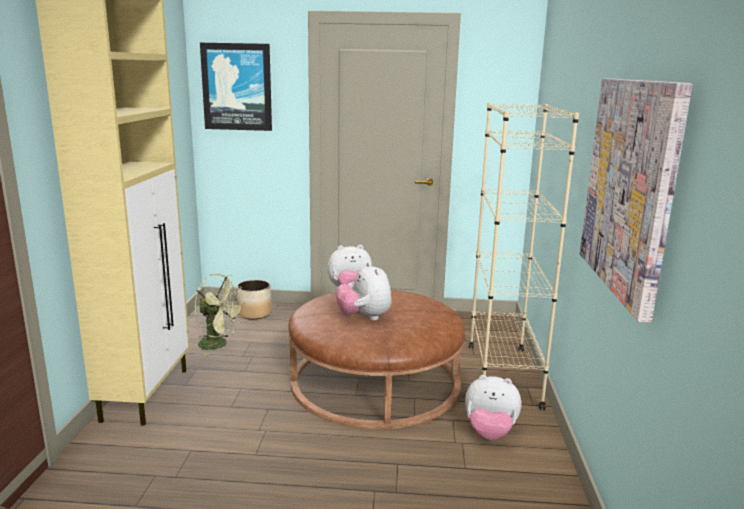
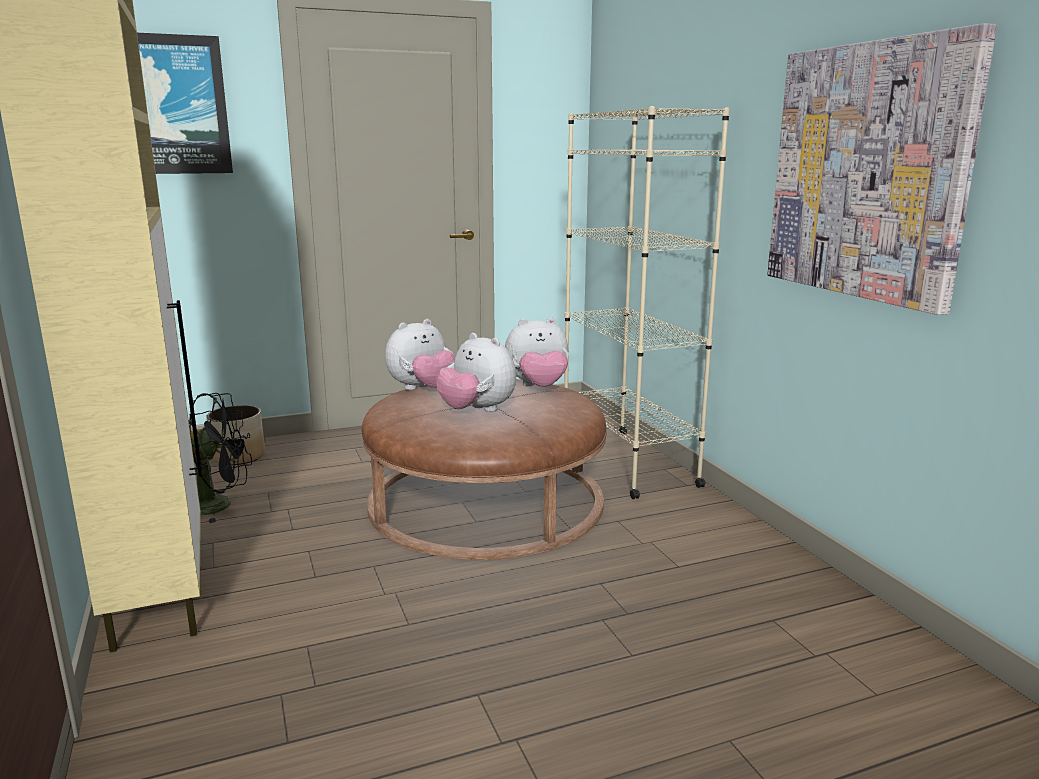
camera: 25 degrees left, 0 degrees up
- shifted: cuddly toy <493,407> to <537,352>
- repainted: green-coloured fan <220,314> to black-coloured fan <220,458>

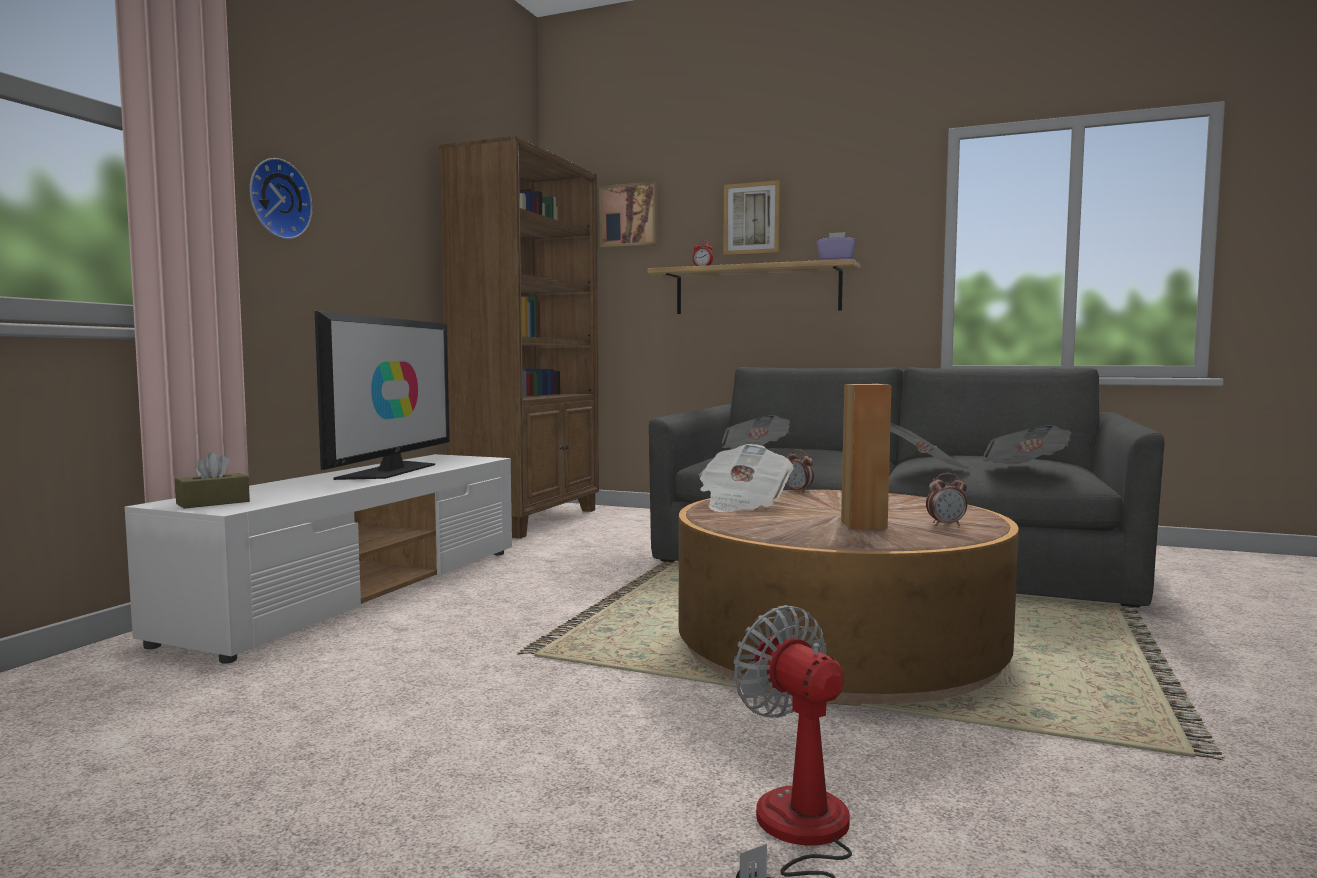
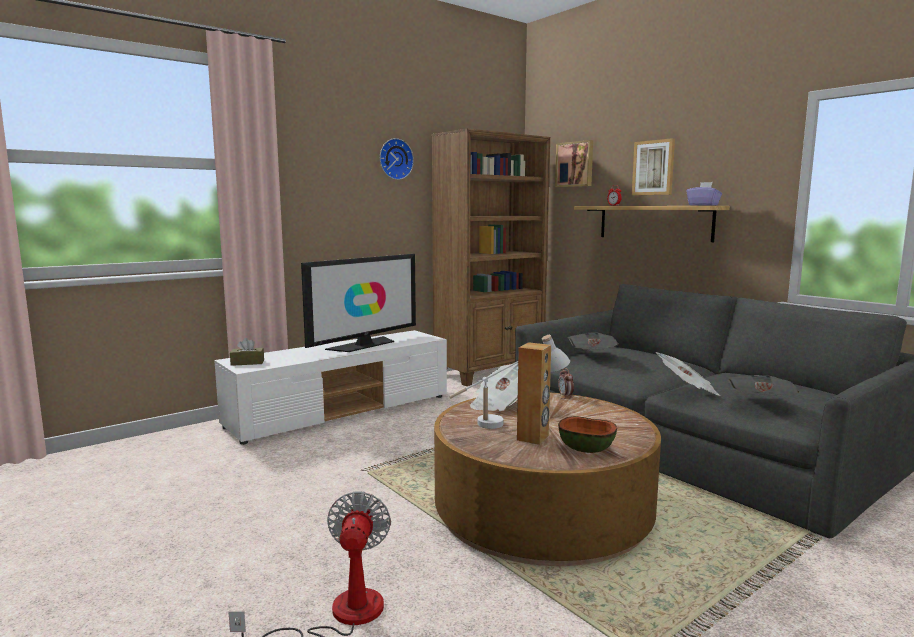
camera: 30 degrees right, 5 degrees up
- new: white tabletop lamp <509,382>
- shifted: hanging clock <281,198> to <397,159>
- swapped: alarm clock <946,499> to serving bowl <587,434>

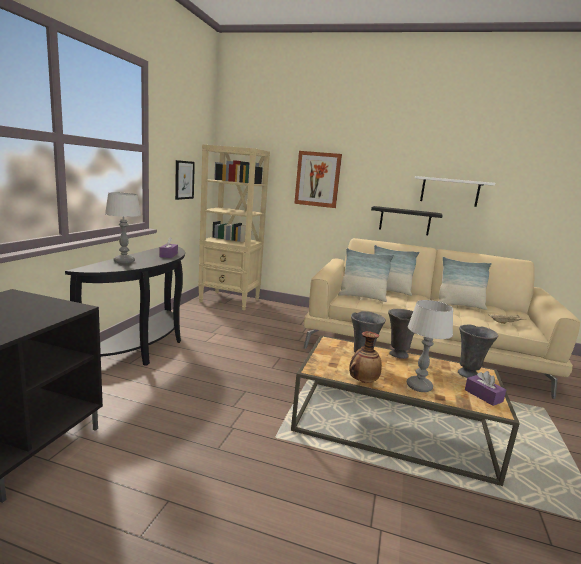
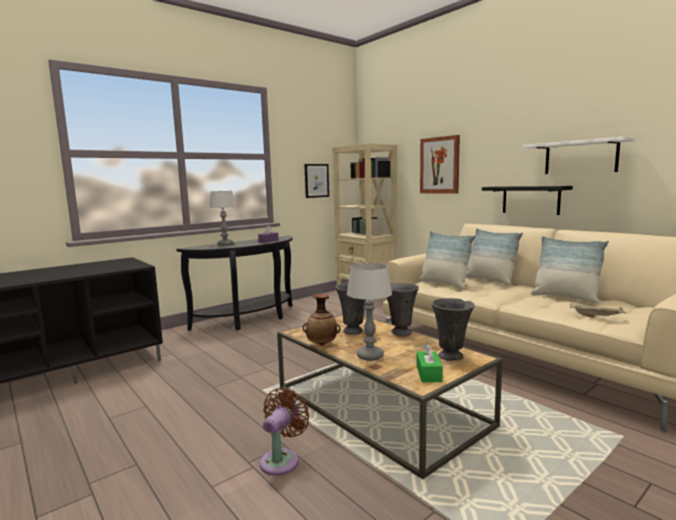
camera: 35 degrees right, 5 degrees down
- new: brown fan <285,432>
- repainted: purple tissue box <485,388> to green-coloured tissue box <429,362>

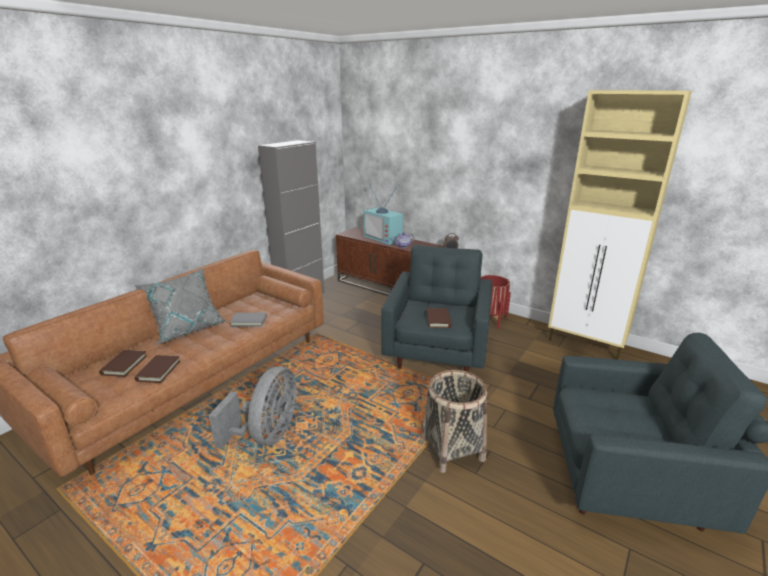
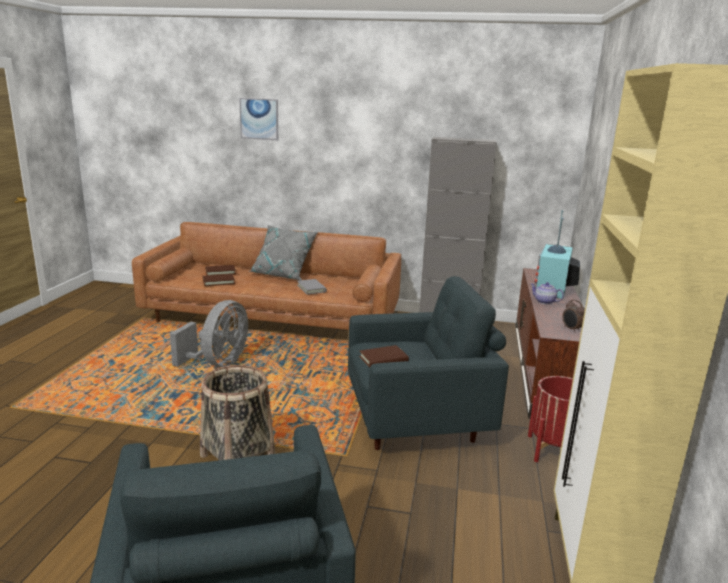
camera: 65 degrees right, 5 degrees down
- new: wall art <258,119>
- rotated: greyish fan <252,407> = <209,333> 60 degrees counterclockwise

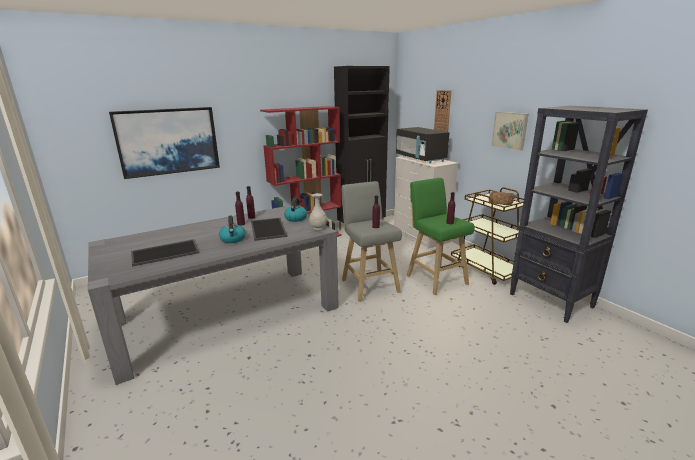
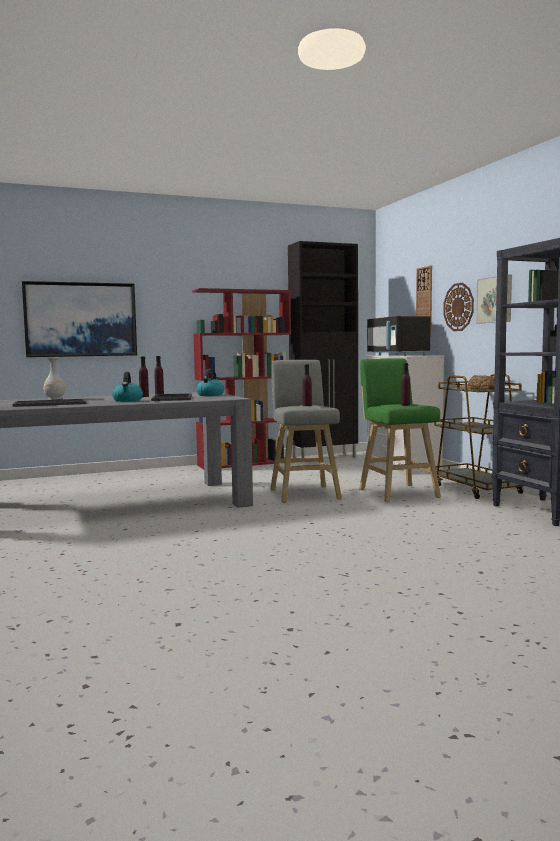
camera: 10 degrees right, 15 degrees down
- new: hanging clock <458,307>
- shifted: white vase <318,211> to <55,379>

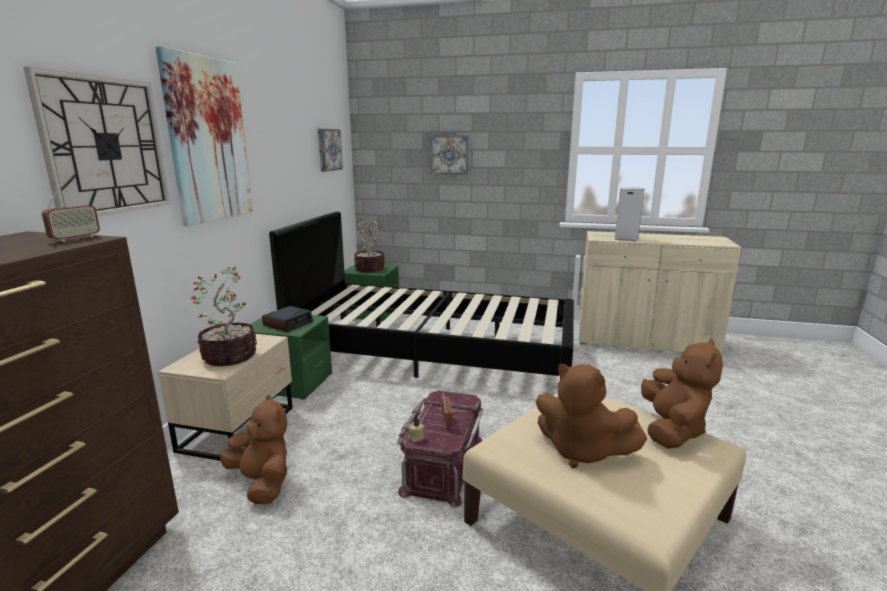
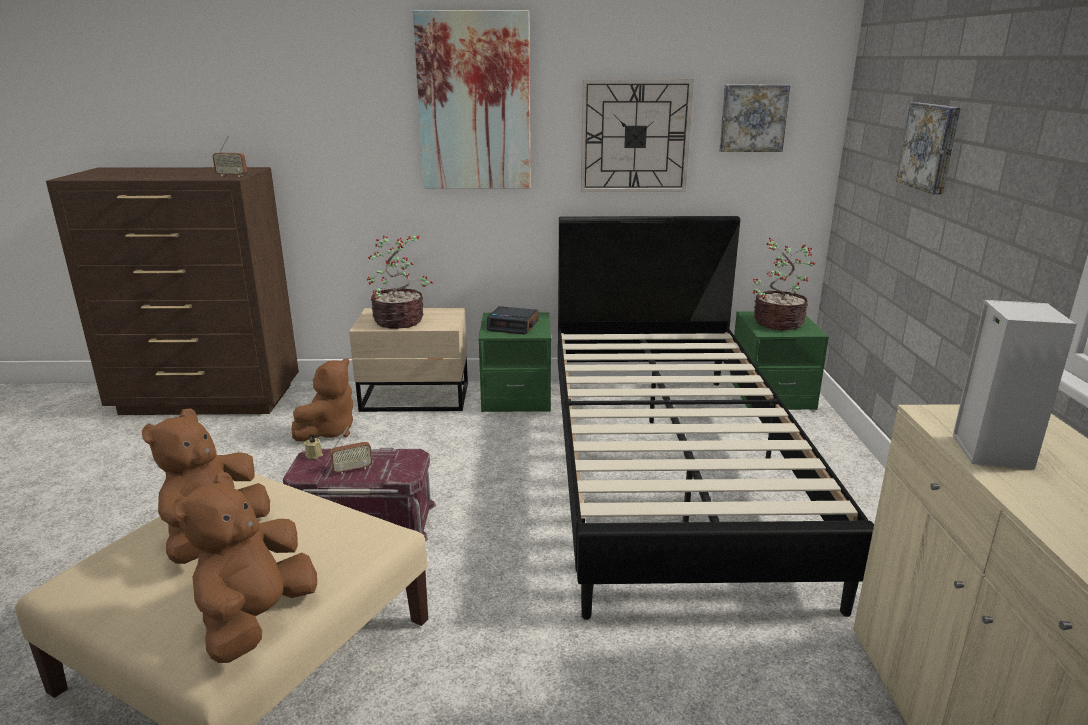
camera: 75 degrees right, 5 degrees up
- shifted: hanging clock <96,141> to <637,135>
- rotated: brown cuddly toy <682,394> = <244,567> 105 degrees clockwise

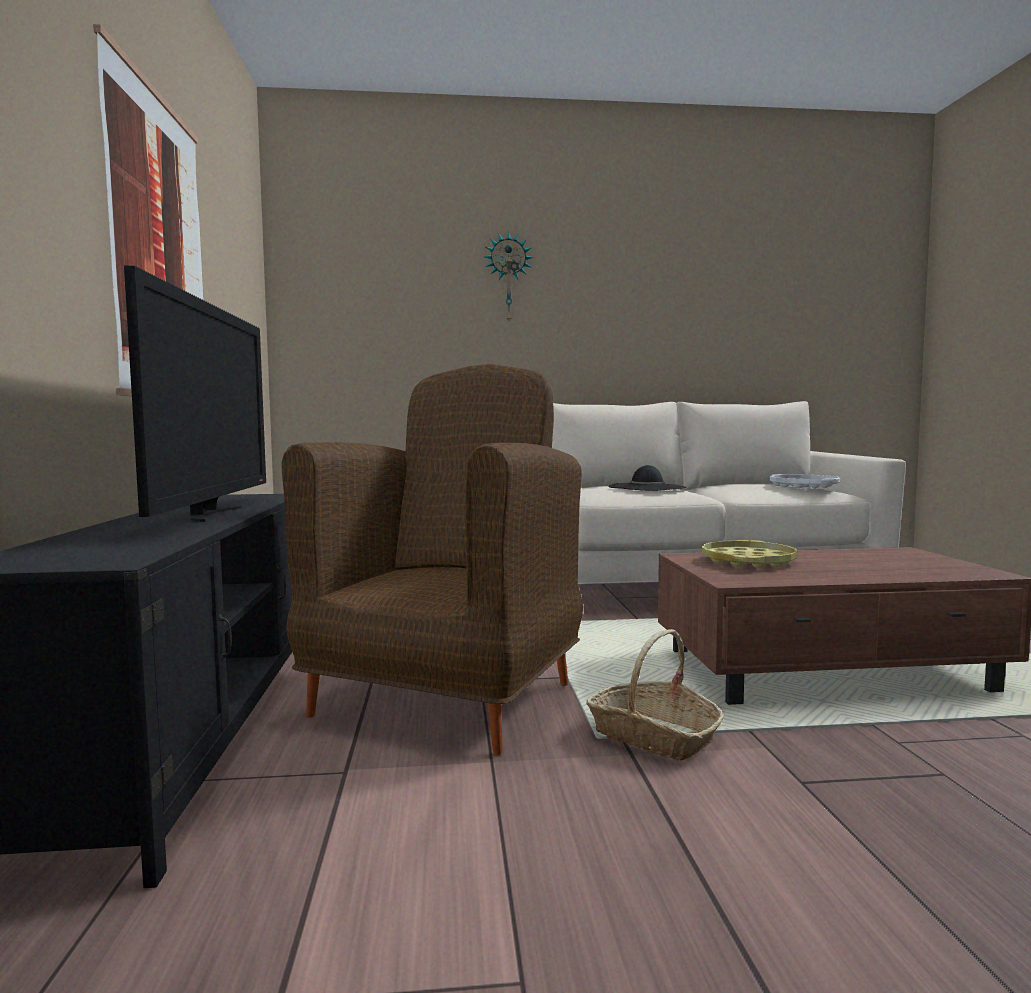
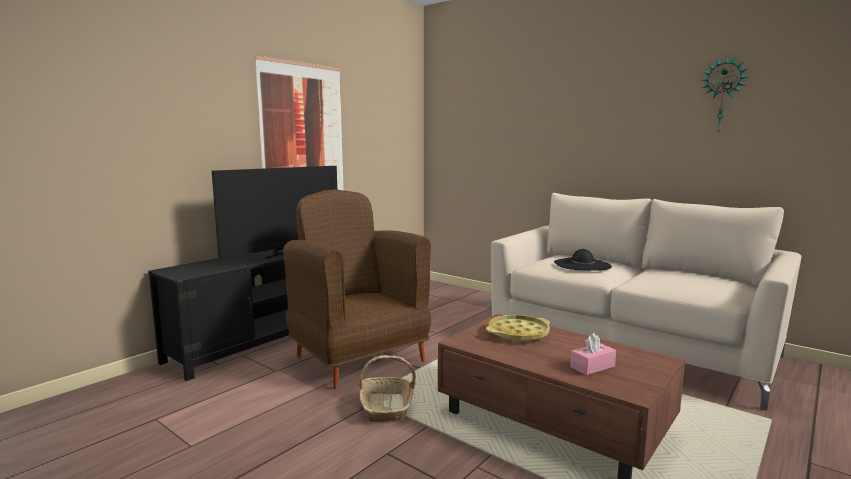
camera: 45 degrees right, 5 degrees up
- gone: white serving tray <805,481>
- new: pink tissue box <593,354>
- shifted: hanging clock <509,277> to <724,96>
- rotated: brown lounge chair <432,559> = <357,289> 105 degrees counterclockwise

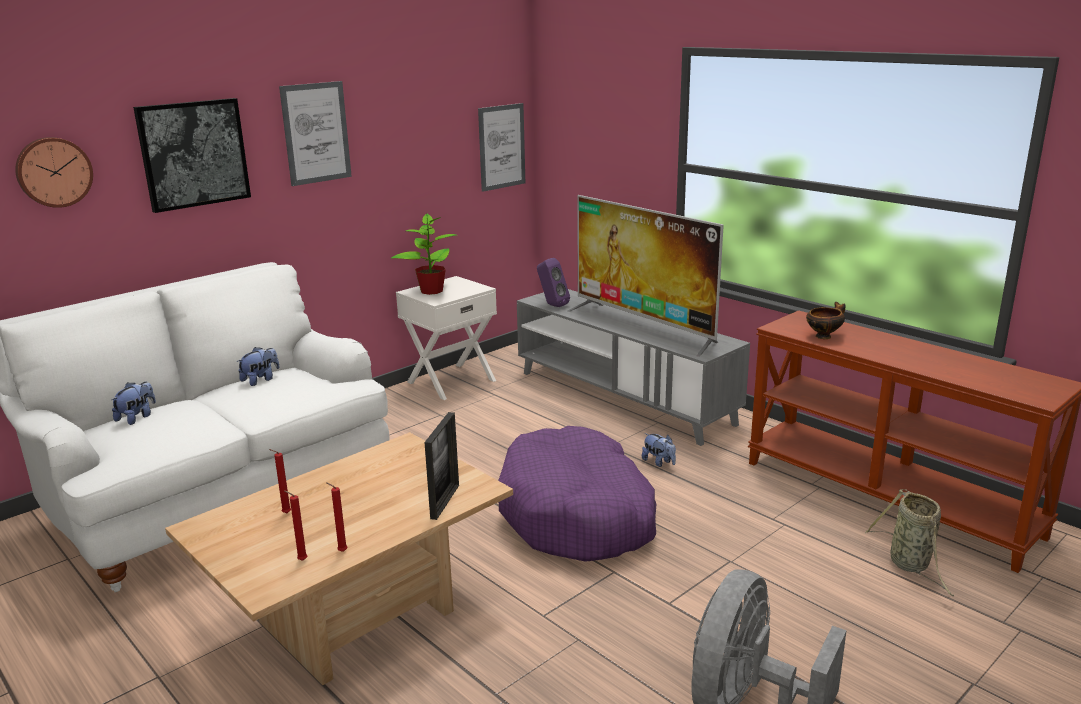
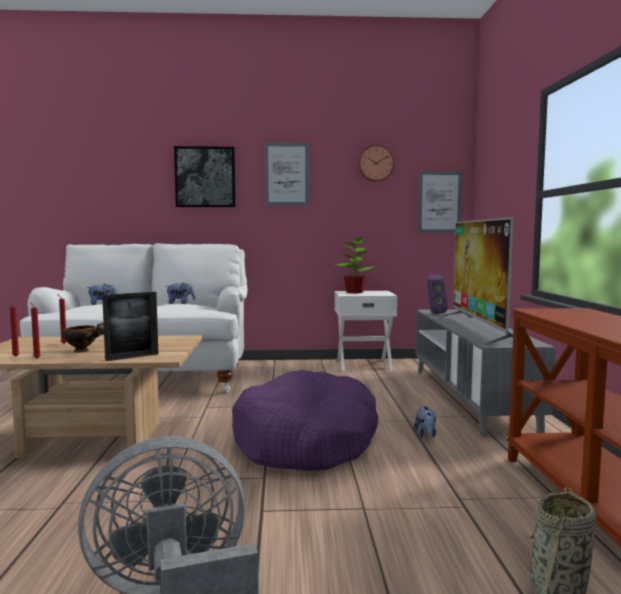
camera: 40 degrees right, 15 degrees down
- shifted: hanging clock <54,172> to <376,163>
- shifted: serving bowl <826,320> to <82,337>

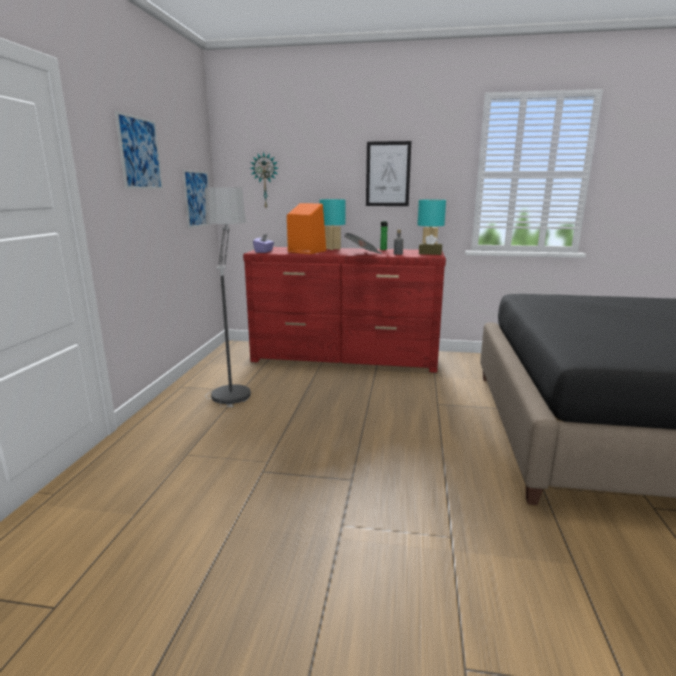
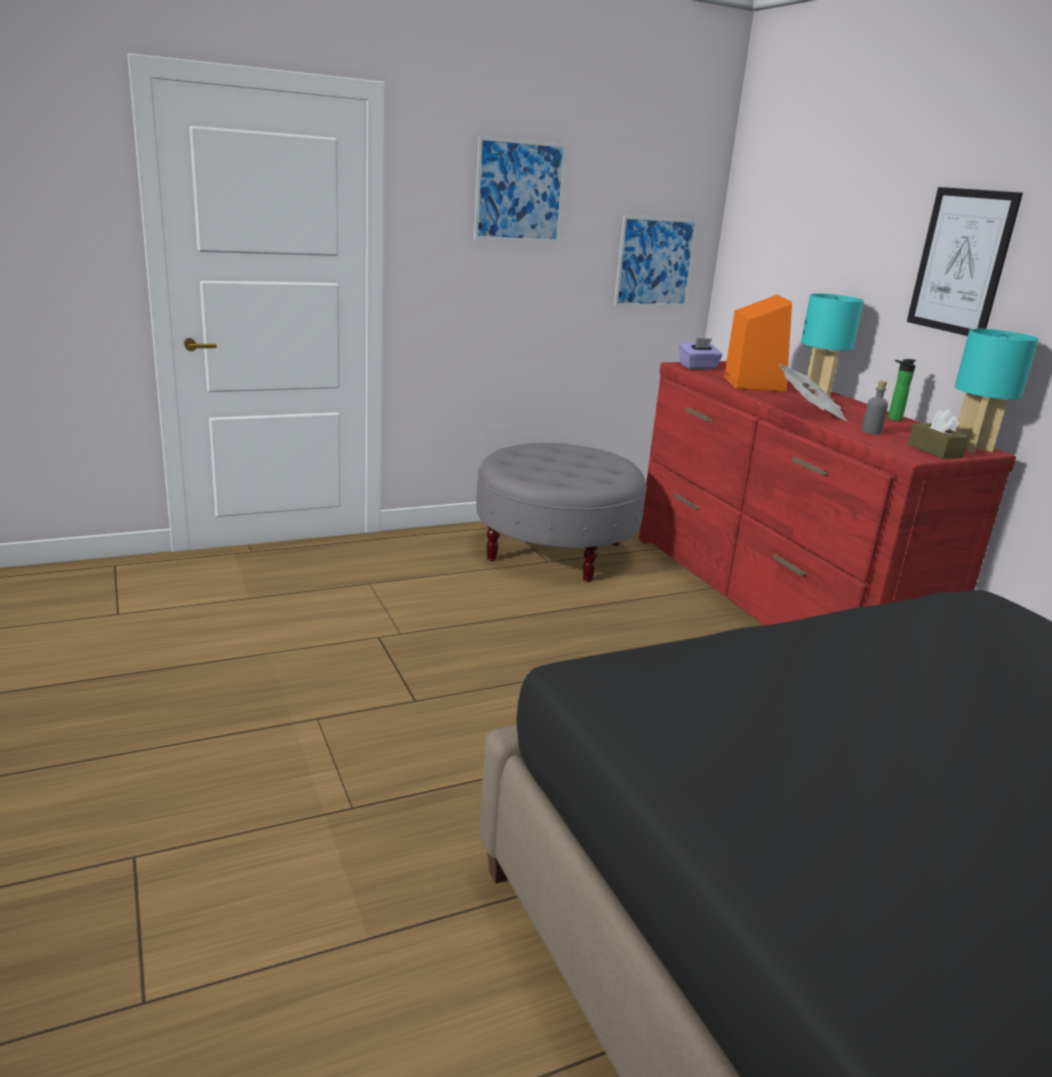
camera: 55 degrees right, 5 degrees up
- gone: hanging clock <264,180>
- swapped: standing lamp <228,297> to greyish footrest <561,512>

